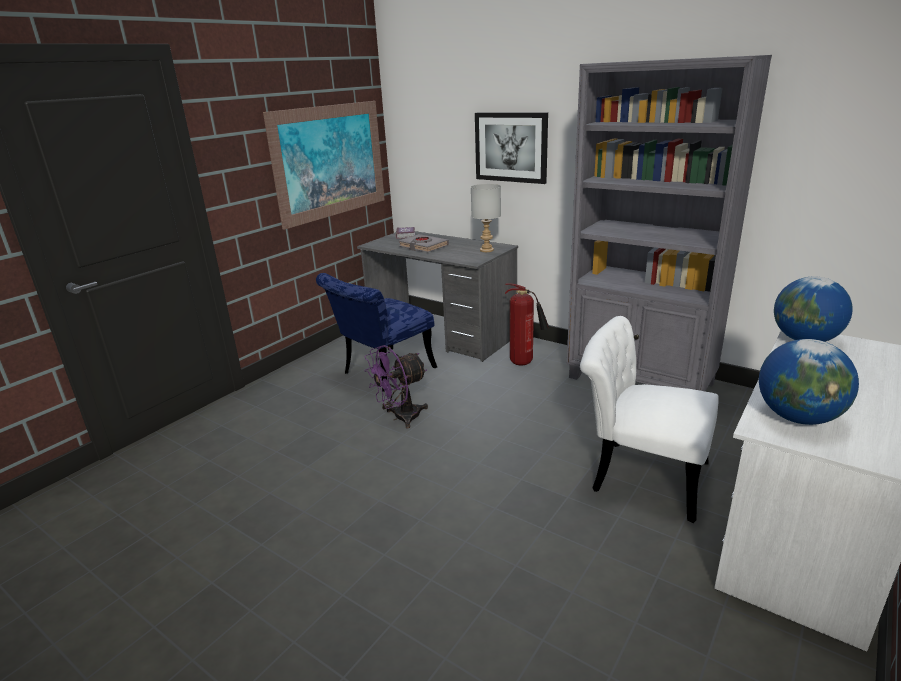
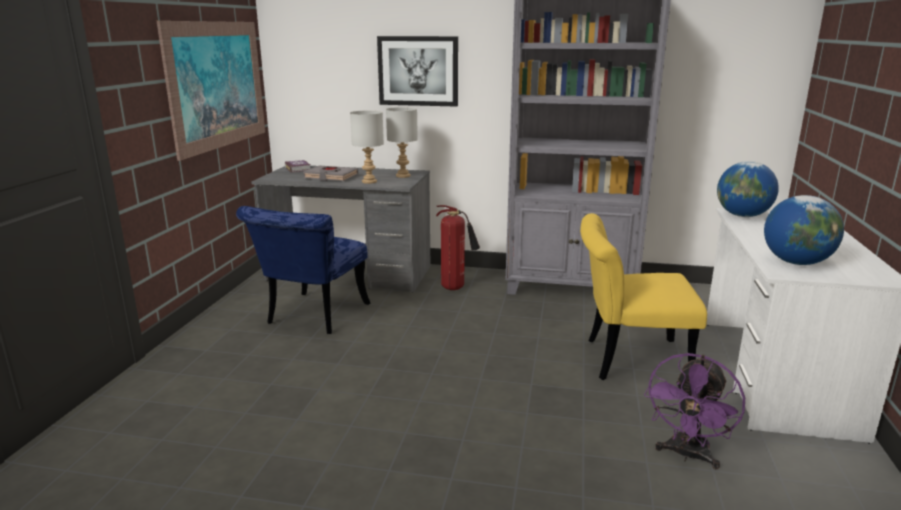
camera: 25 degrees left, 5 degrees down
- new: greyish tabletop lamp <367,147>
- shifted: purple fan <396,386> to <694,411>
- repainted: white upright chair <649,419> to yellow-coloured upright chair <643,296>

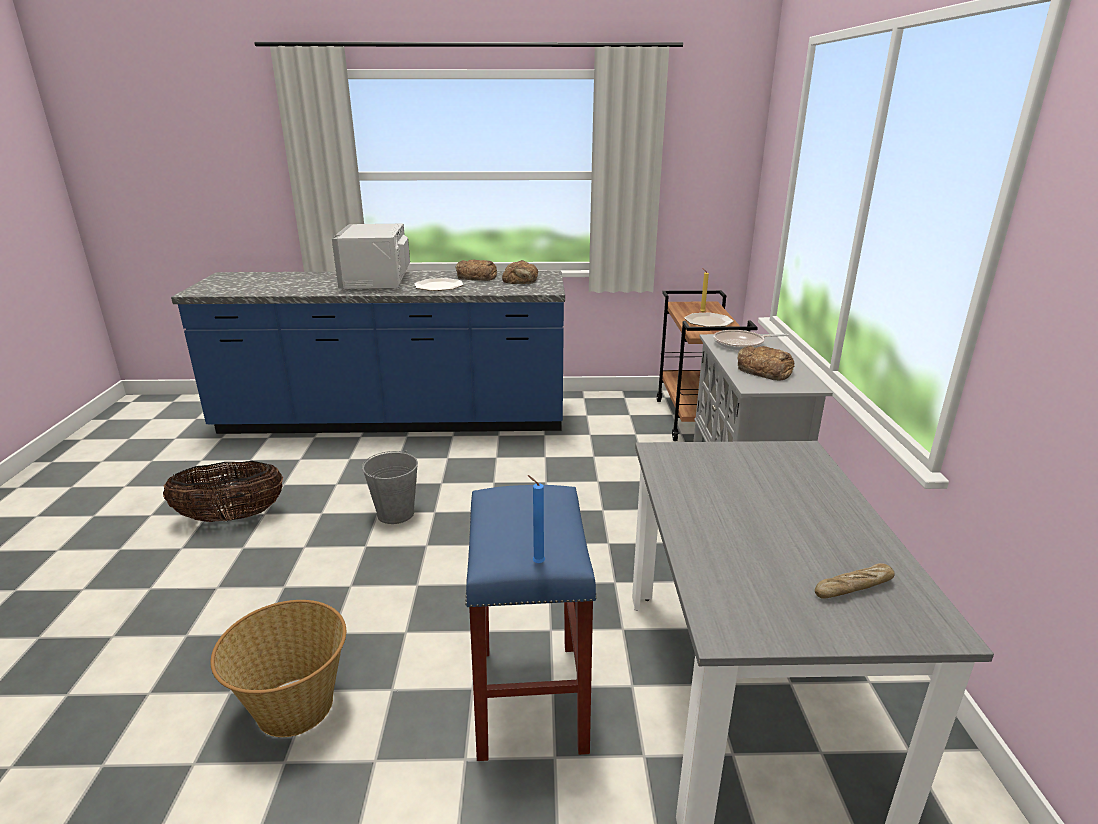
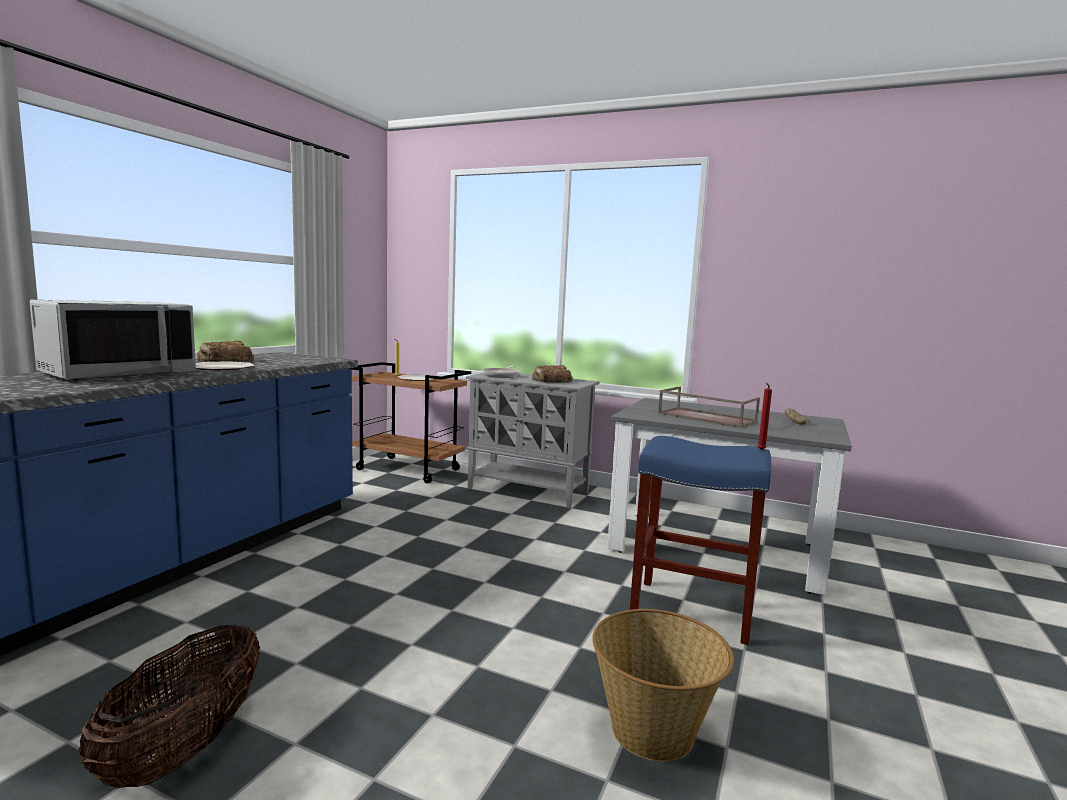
camera: 65 degrees left, 15 degrees down
- gone: greyish water bucket <390,487>
- gone: bread <520,272>
- new: brown serving tray <709,407>
- repainted: blue wax light <536,519> to reddish wax light <765,416>
- rotated: greyish microwave oven <371,256> = <113,340> 75 degrees counterclockwise

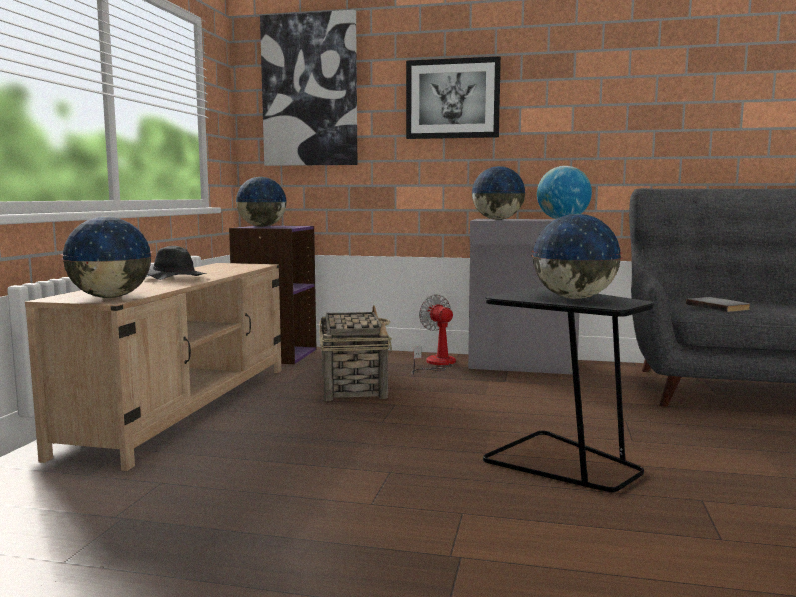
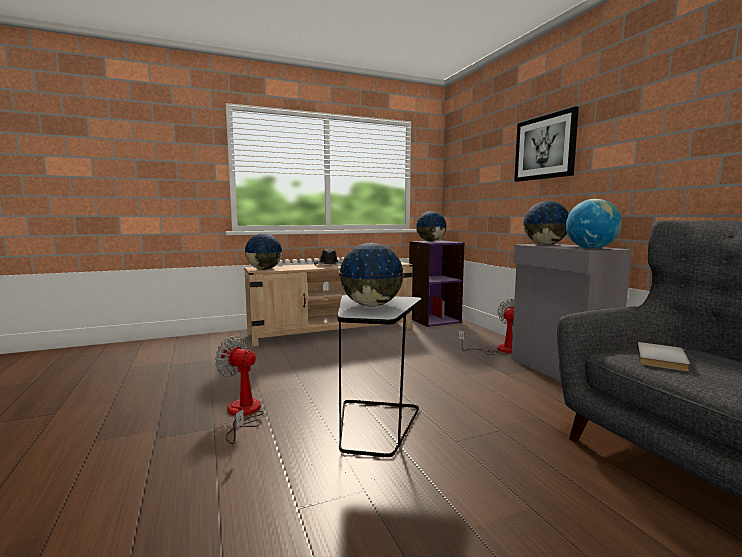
camera: 55 degrees right, 0 degrees up
- gone: wall art <308,88>
- gone: storage basket <355,353>
- new: fan <239,390>

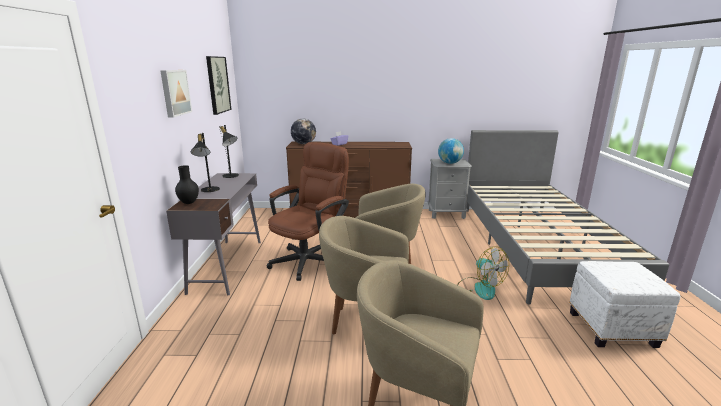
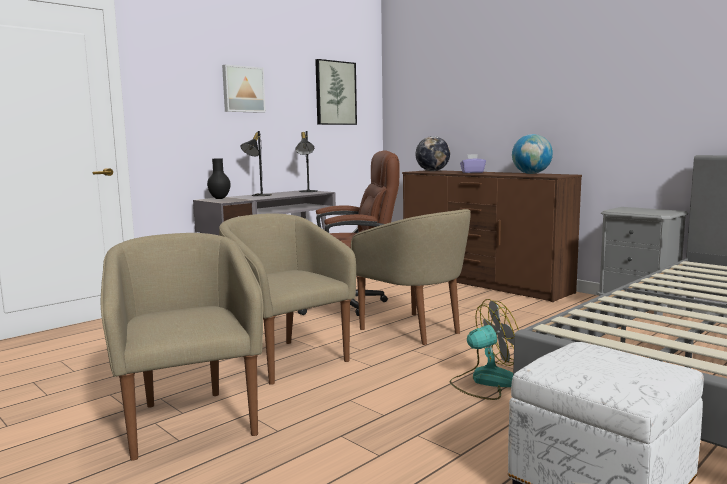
camera: 45 degrees right, 10 degrees down
- shifted: world globe <451,151> to <532,154>
- rotated: fan <483,273> = <484,349> 120 degrees counterclockwise

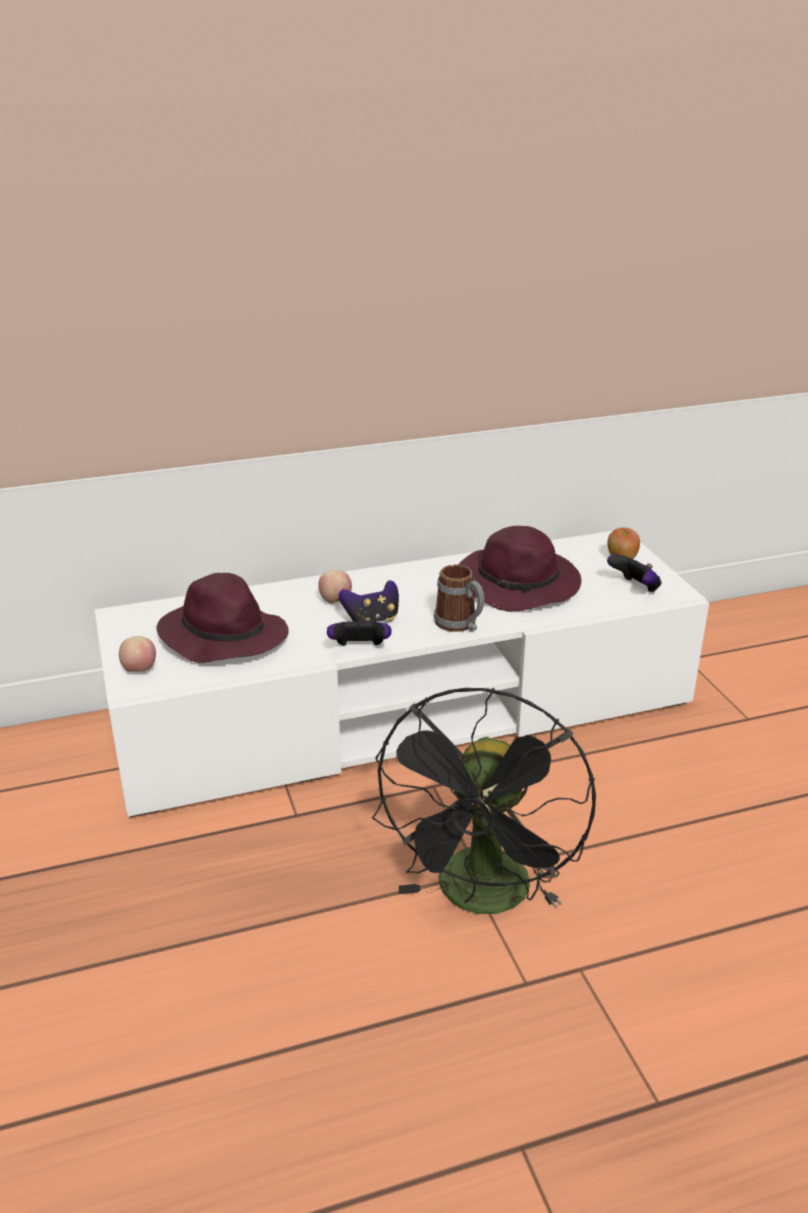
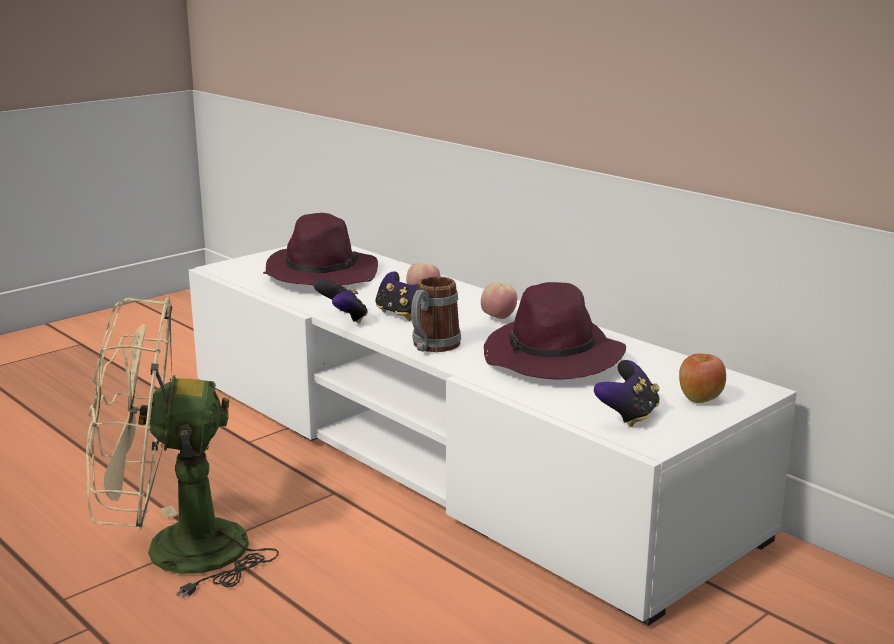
camera: 65 degrees right, 10 degrees down
- shifted: apple <137,654> to <499,300>
- repainted: black-coloured fan <484,801> to beige fan <182,448>

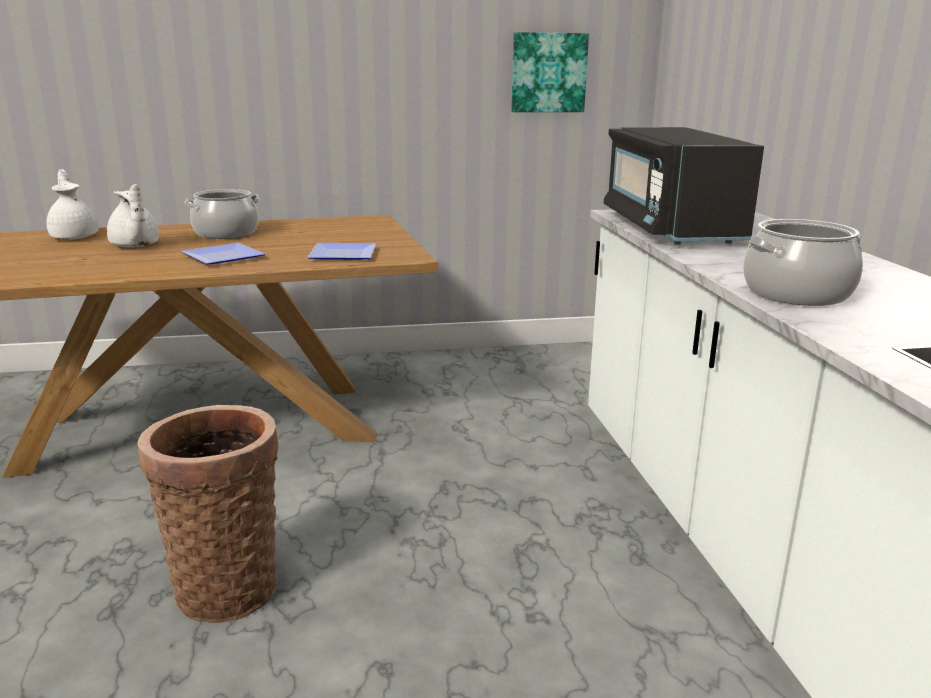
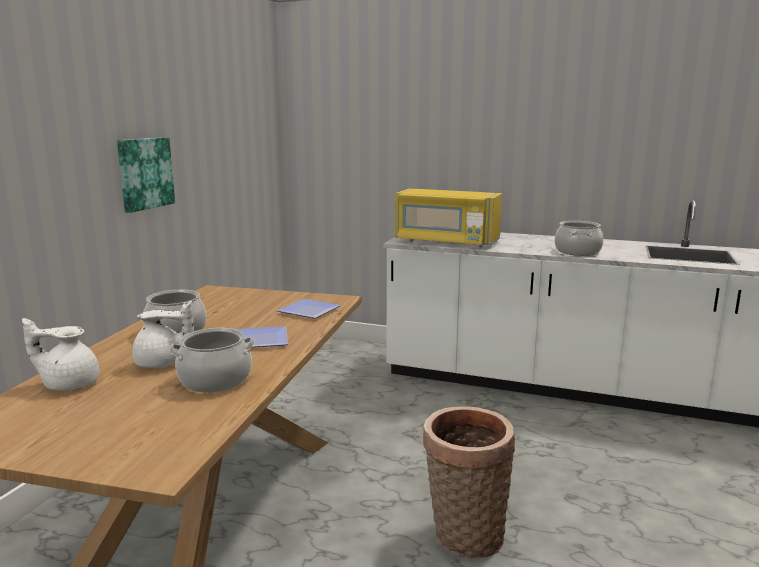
camera: 60 degrees left, 5 degrees down
- new: cooking pot <212,360>
- shifted: wall art <550,72> to <146,175>
- repainted: black-coloured microwave oven <684,186> to yellow-coloured microwave oven <448,218>

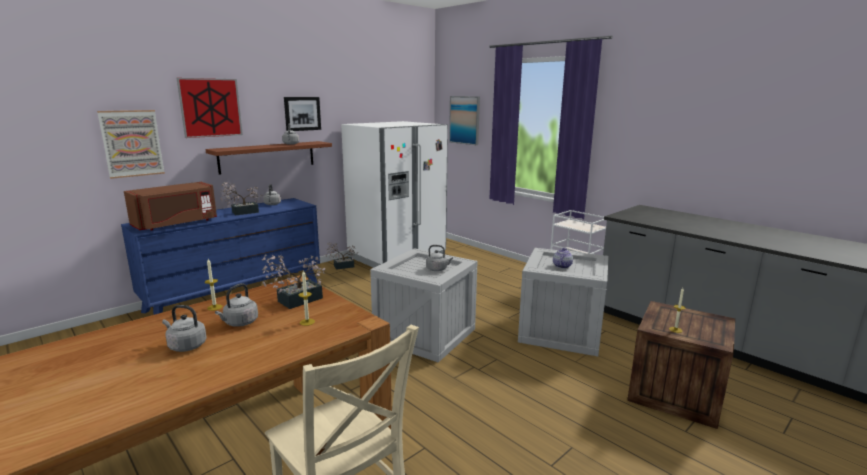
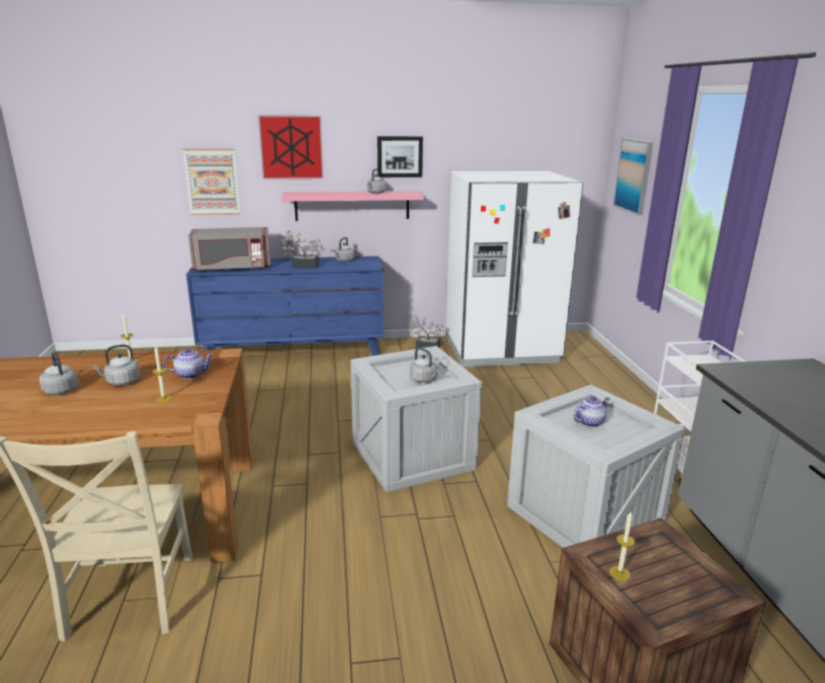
camera: 35 degrees right, 5 degrees up
- swapped: houseplant <293,281> to tea pot <188,363>
- repainted: brown microwave oven <170,206> to greyish microwave oven <229,249>
- repainted: brown bracket shelf <268,158> to pink bracket shelf <352,206>

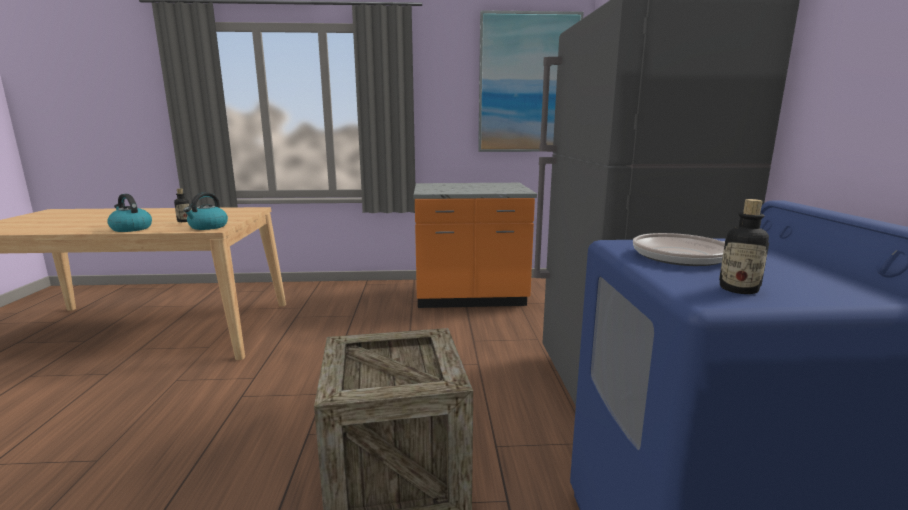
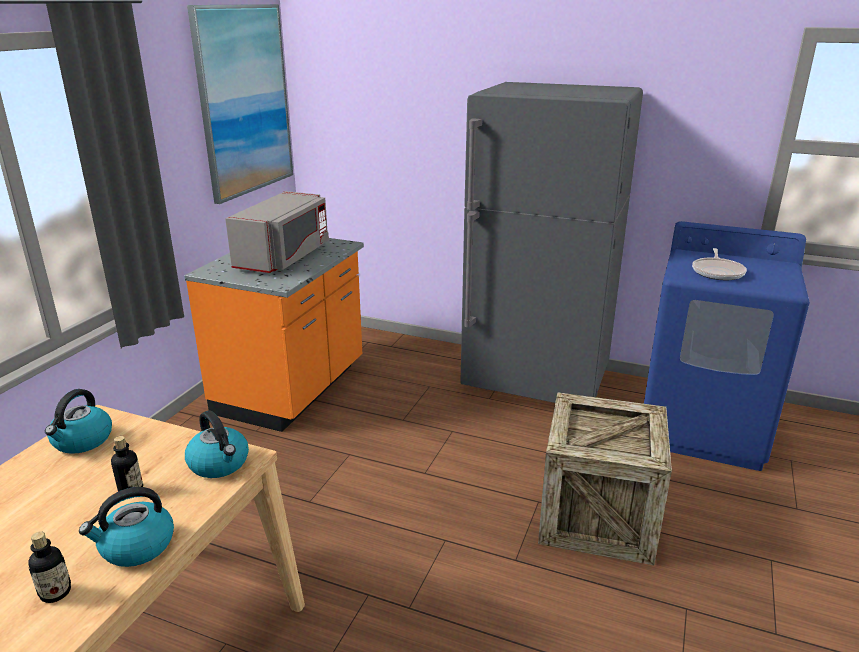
camera: 65 degrees left, 10 degrees up
- new: tea kettle <78,421>
- new: greyish microwave oven <277,232>
- shifted: bottle <744,246> to <49,567>

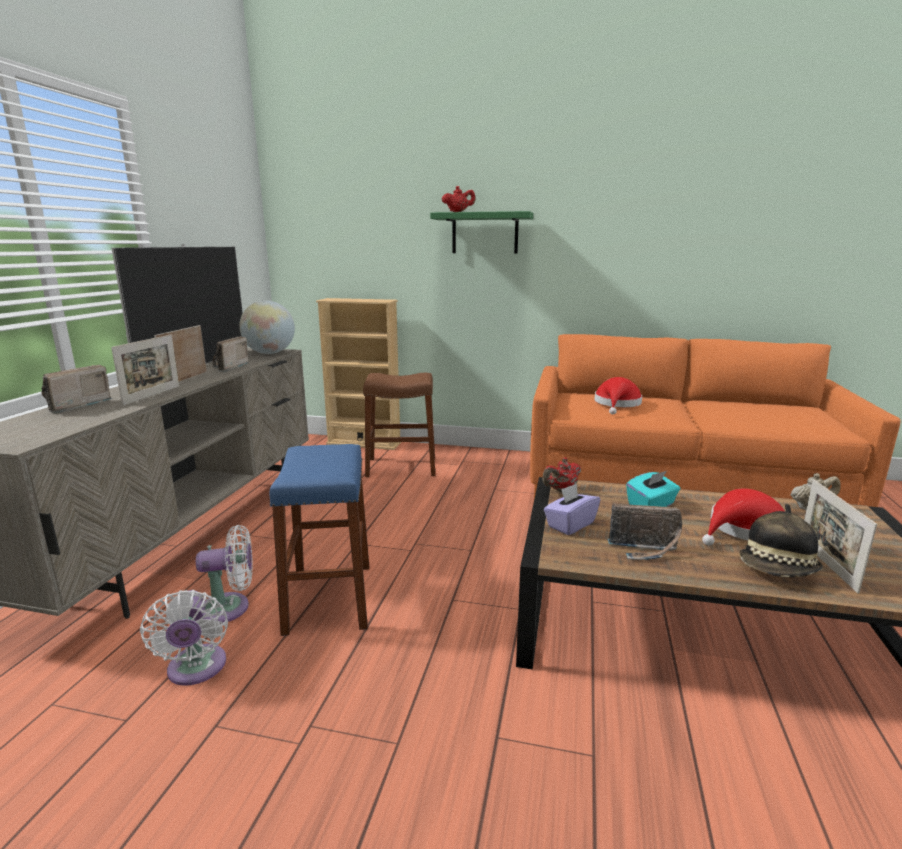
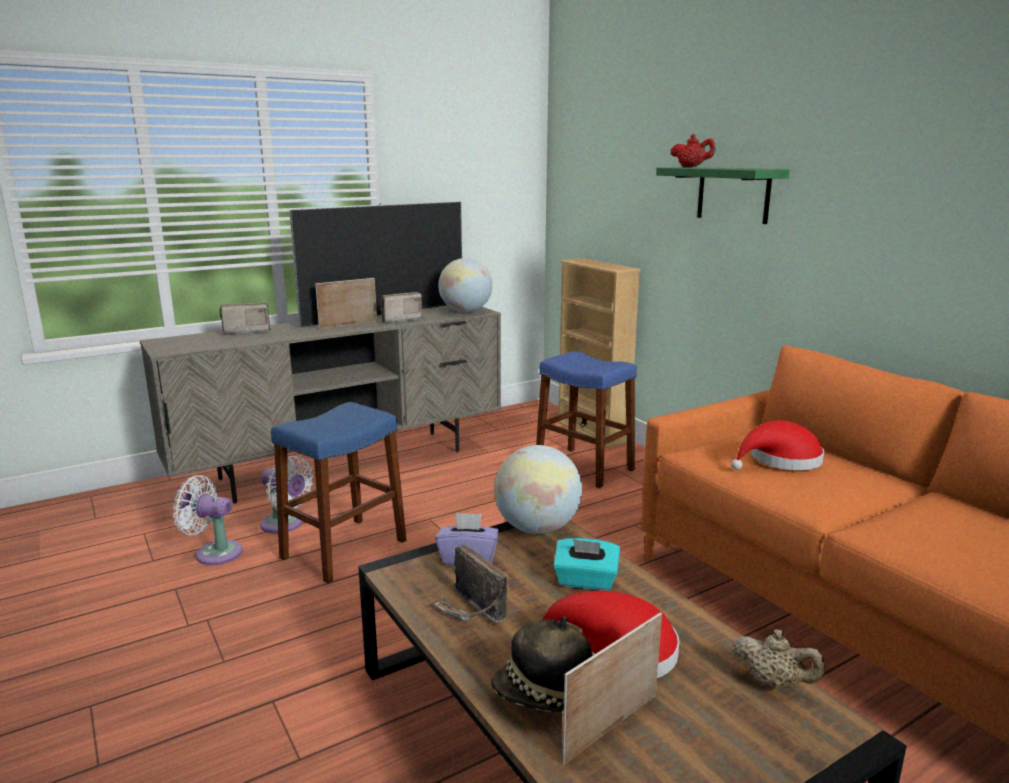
camera: 45 degrees right, 0 degrees up
- gone: photo frame <145,370>
- swapped: reddish tea pot <561,475> to world globe <538,489>
- repainted: brown stool <399,425> to blue stool <586,419>
- rotated: white fan <184,638> = <207,520> 75 degrees clockwise

